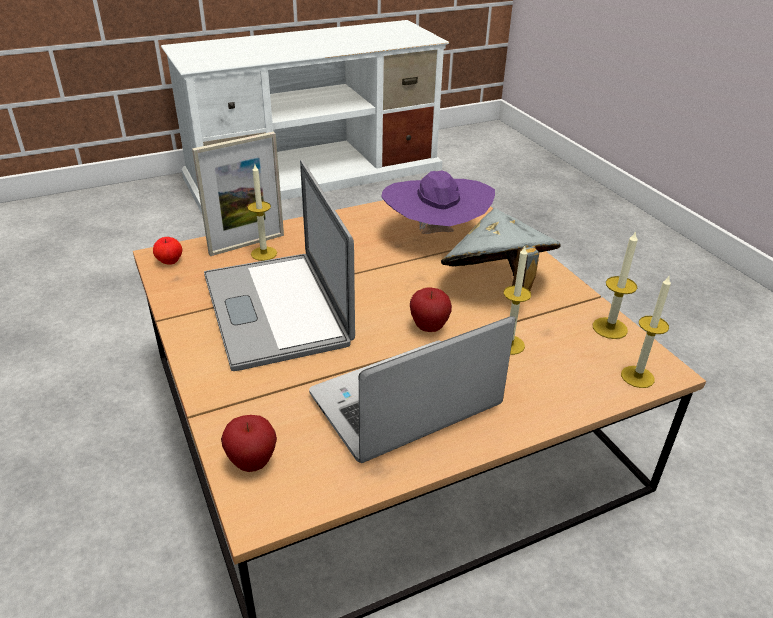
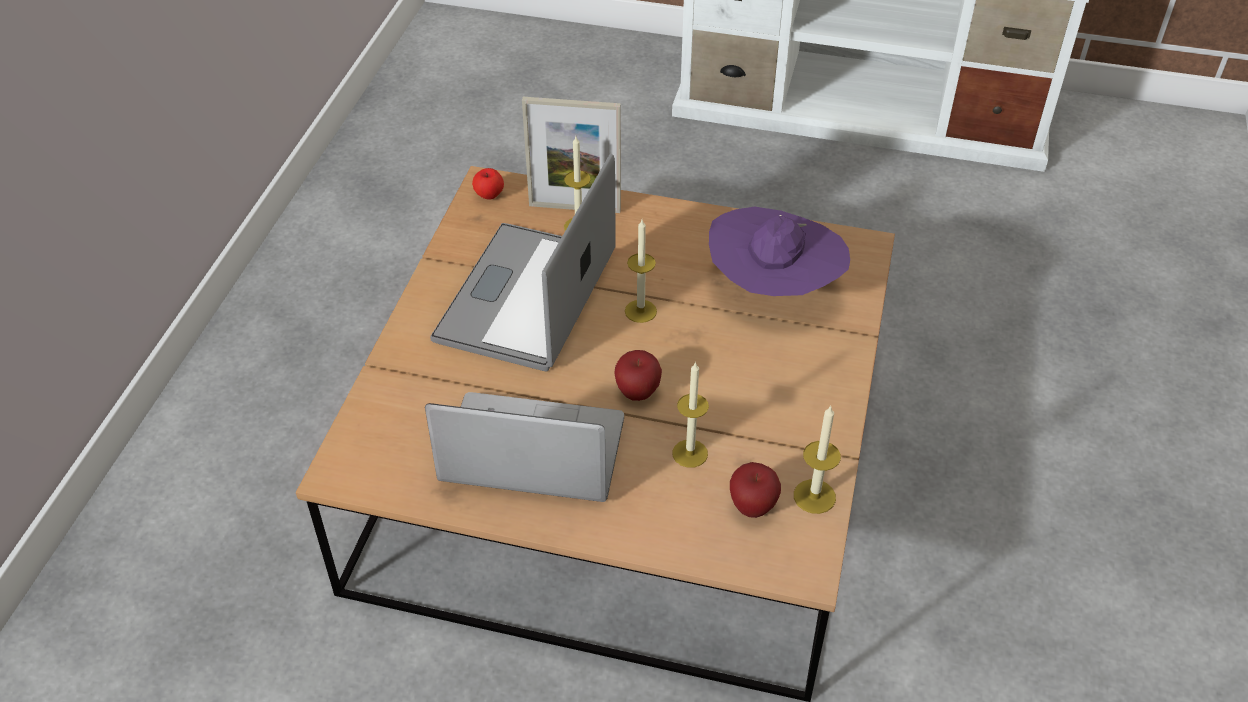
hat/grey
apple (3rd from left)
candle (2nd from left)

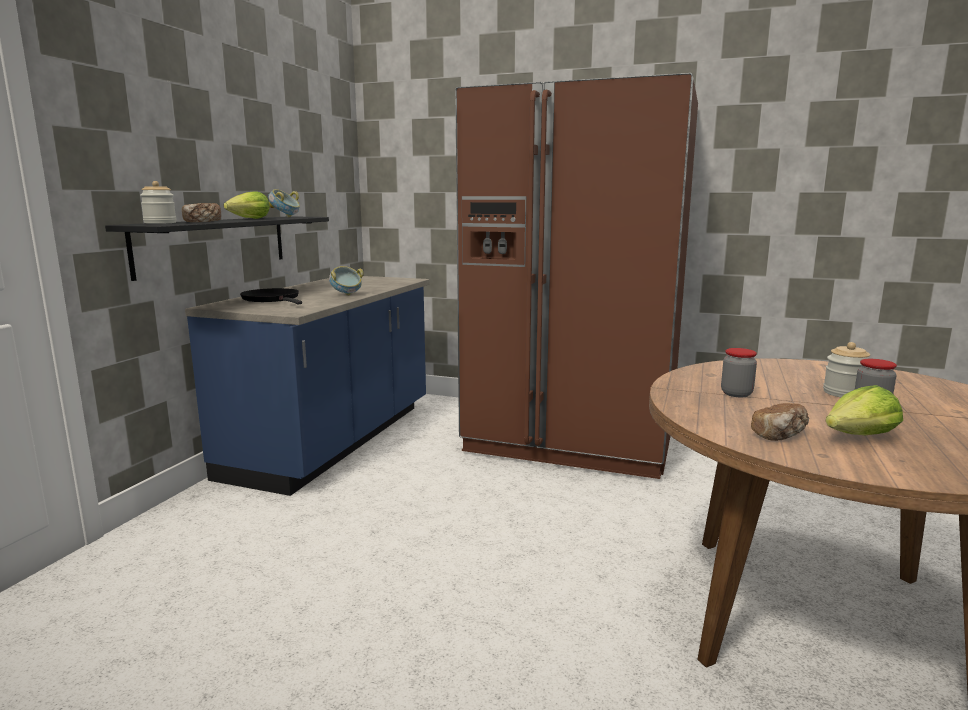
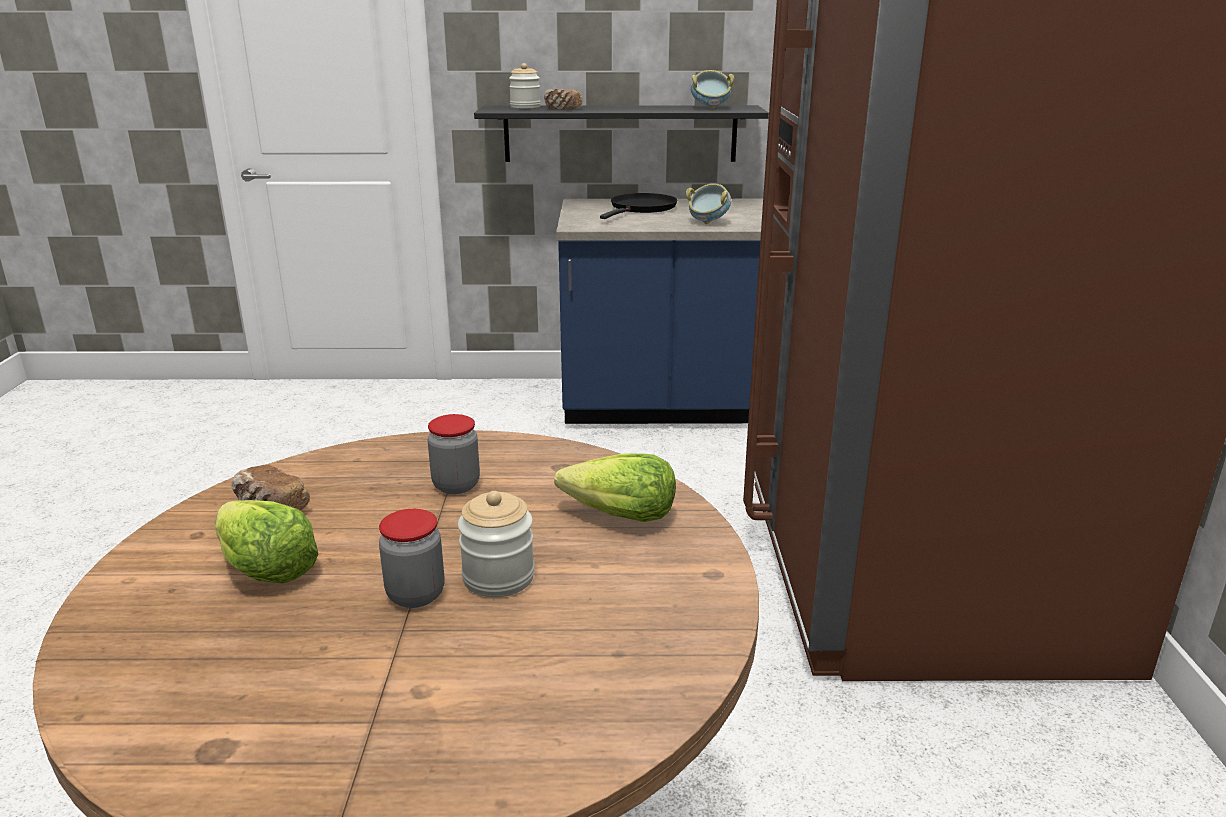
lettuce (2nd from left)

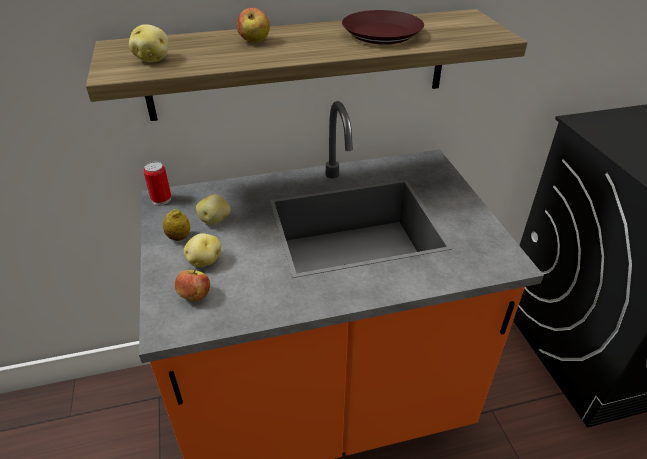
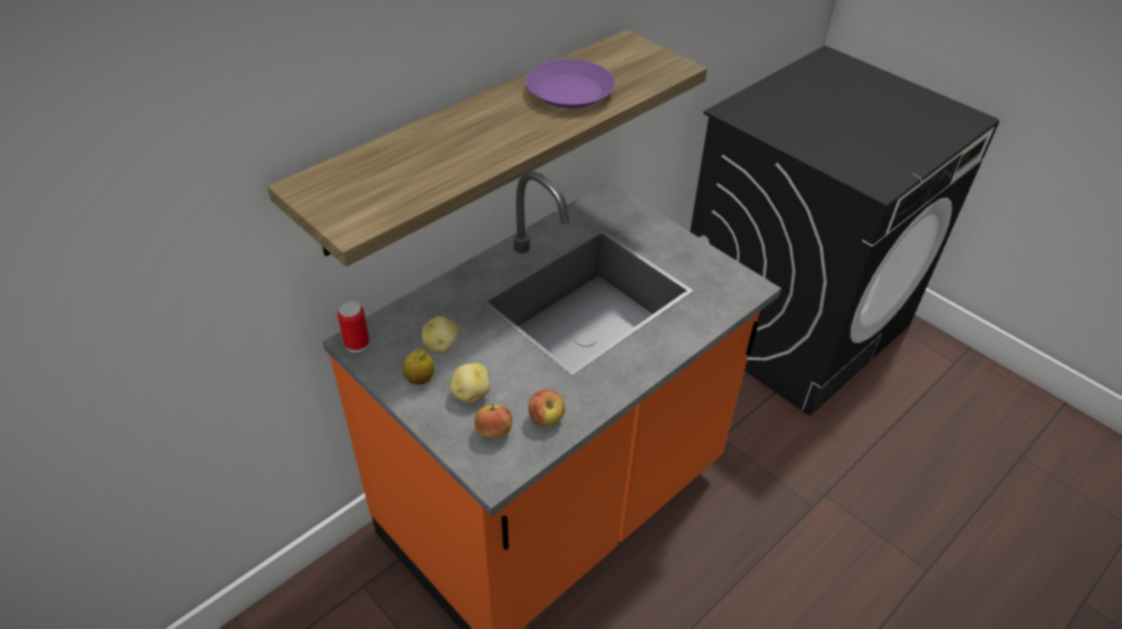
potato (1st from left in the first image)
apple (2nd from left)
plate/purple

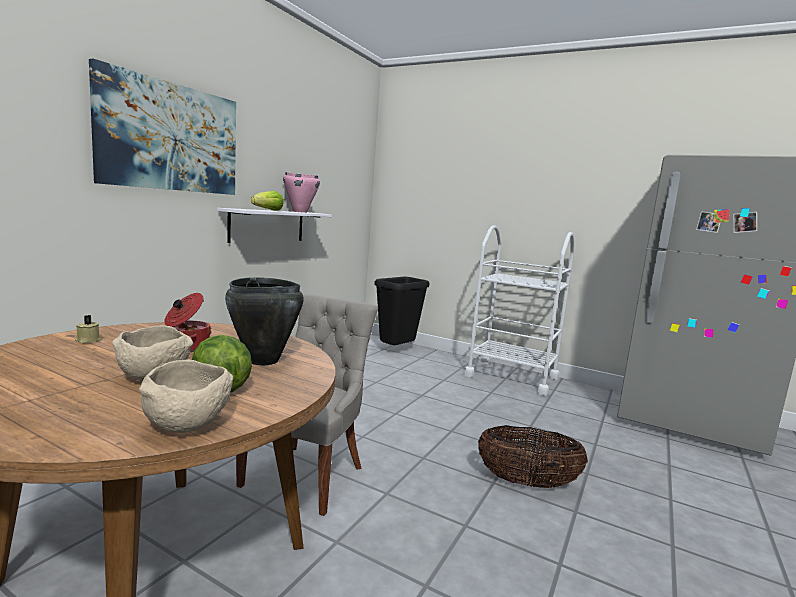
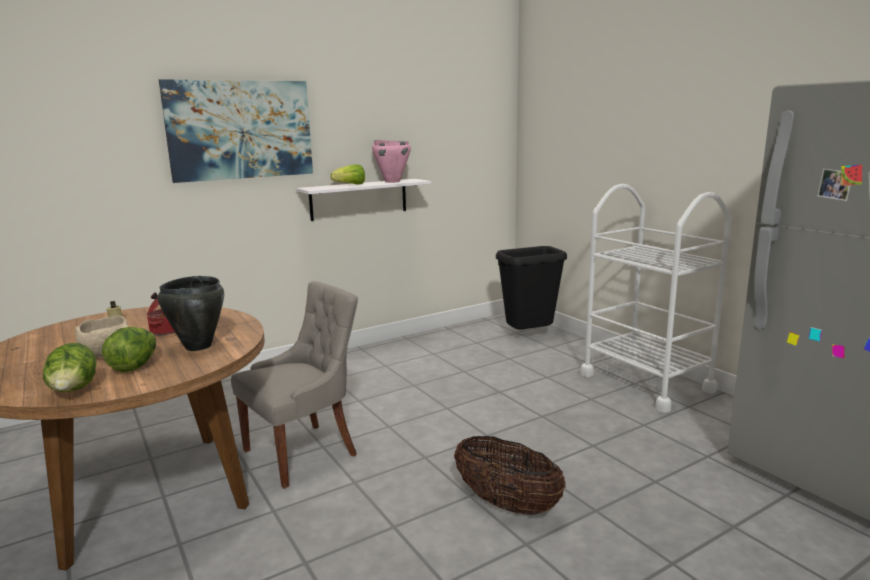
lettuce (1st from left)

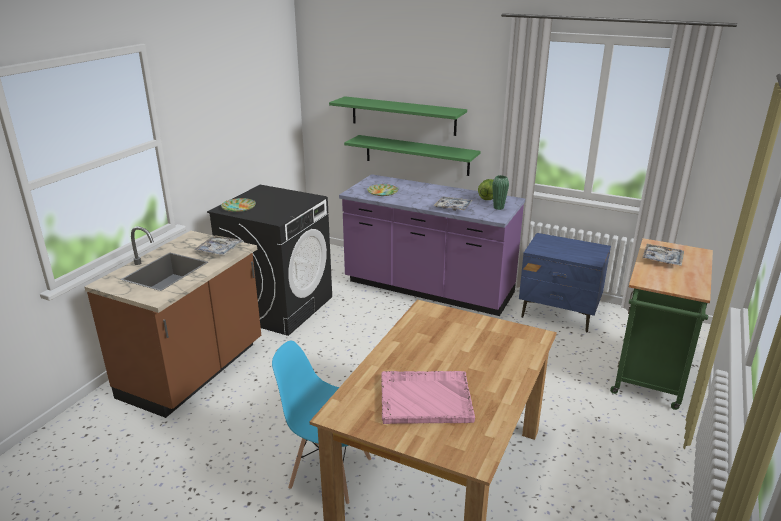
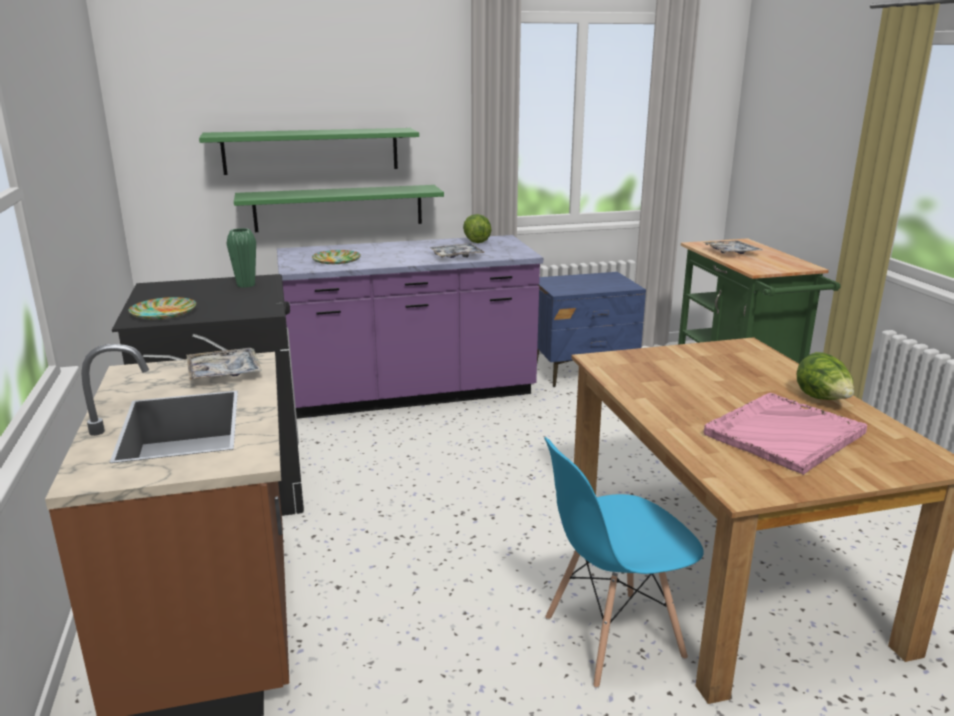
lettuce (2nd from left)
vase/green

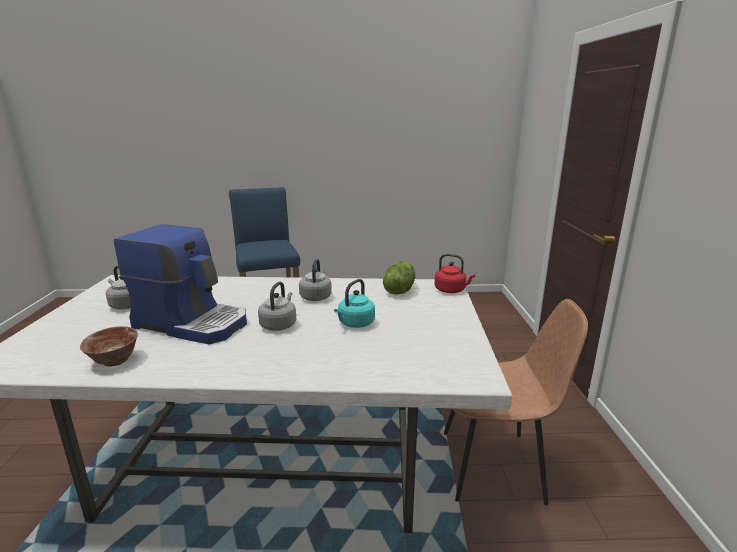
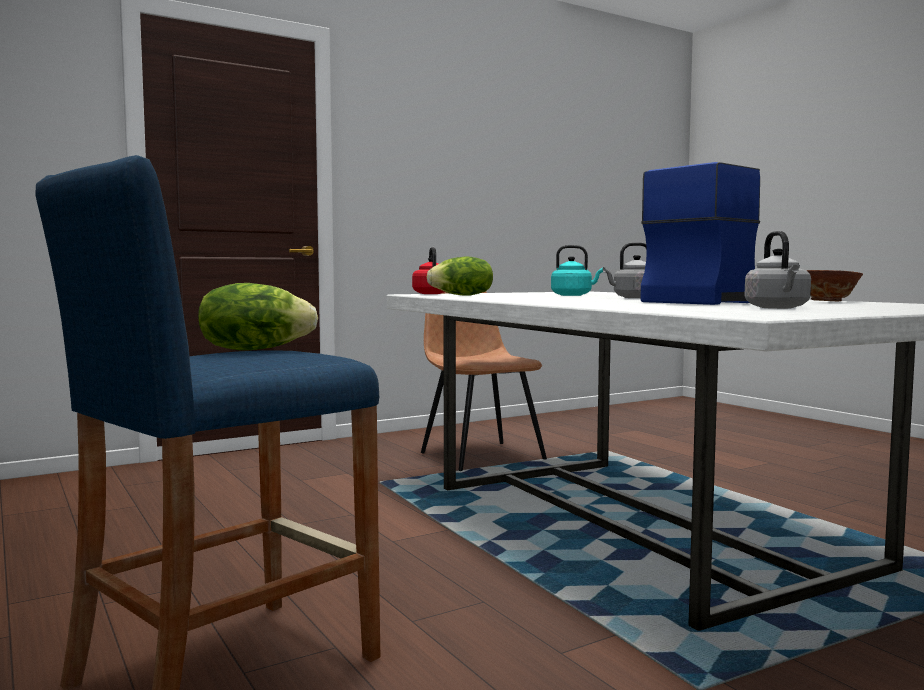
kettle/grey (3rd from left in the first image)
lettuce (1st from left)
coffee machine

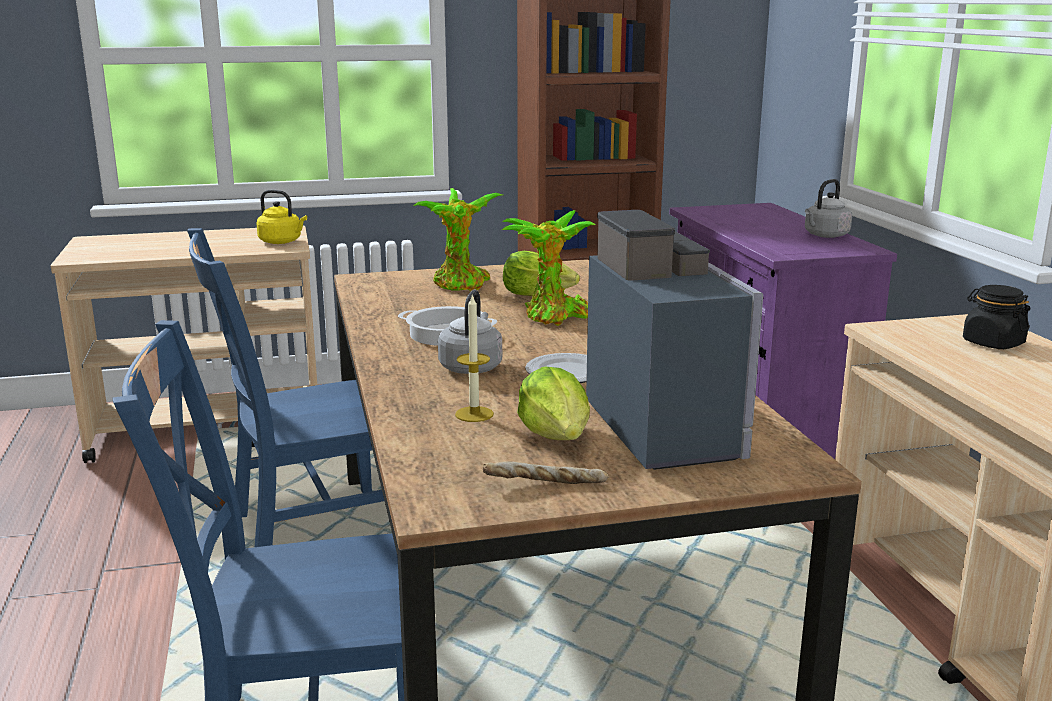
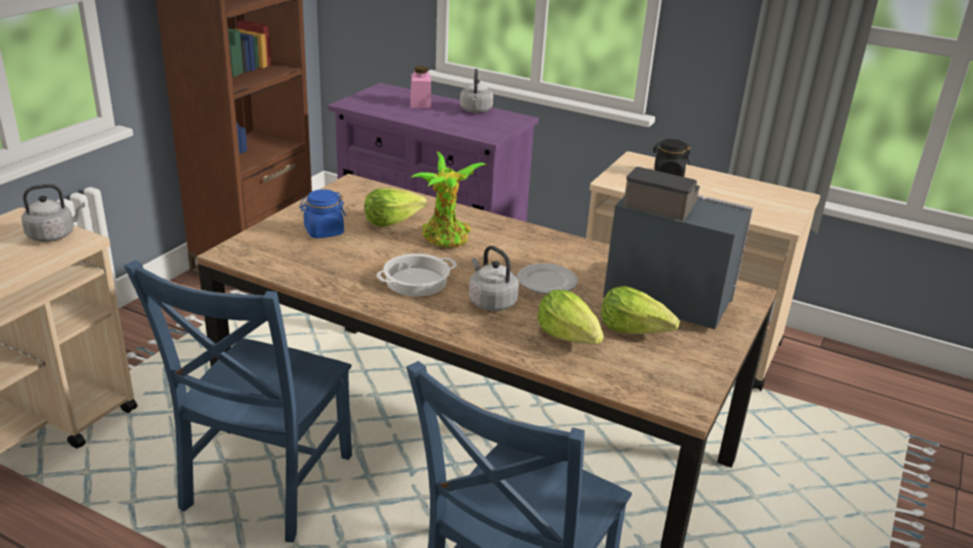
bread
jar/pink
jar/blue
lettuce (2nd from left)
kettle/grey (1st from left)

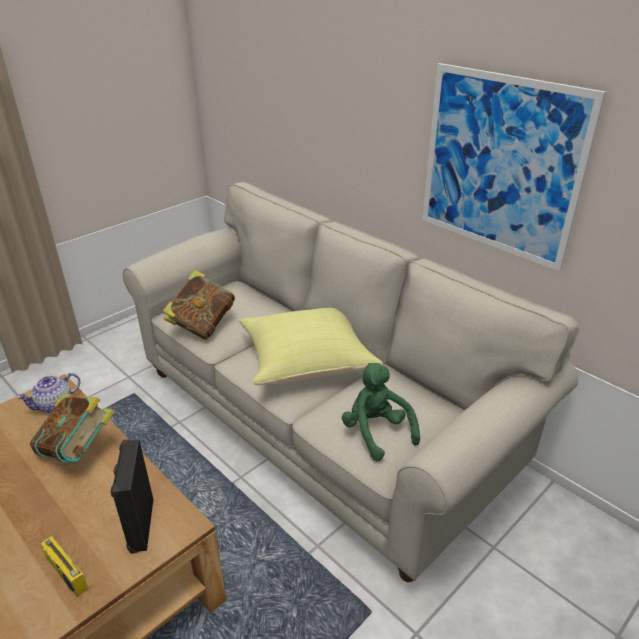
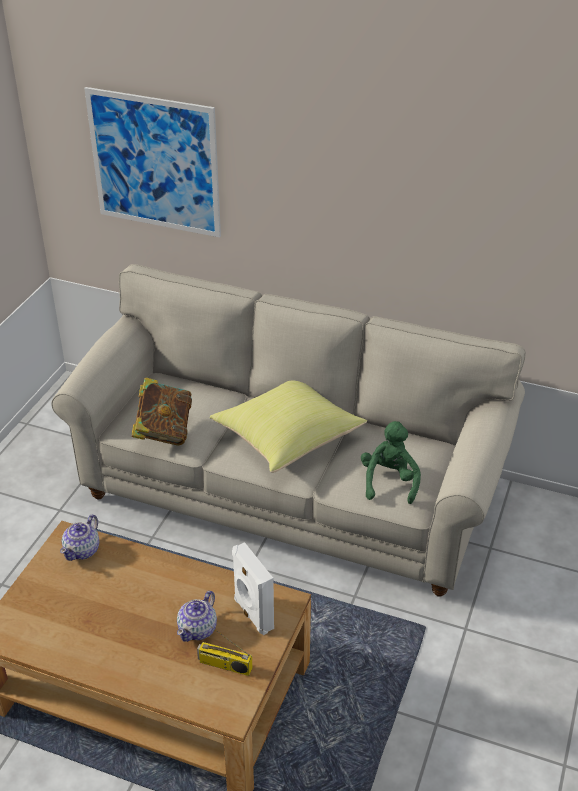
book (1st from left in the first image)
teapot (2nd from left)
picture
speaker/white
plush toy/green

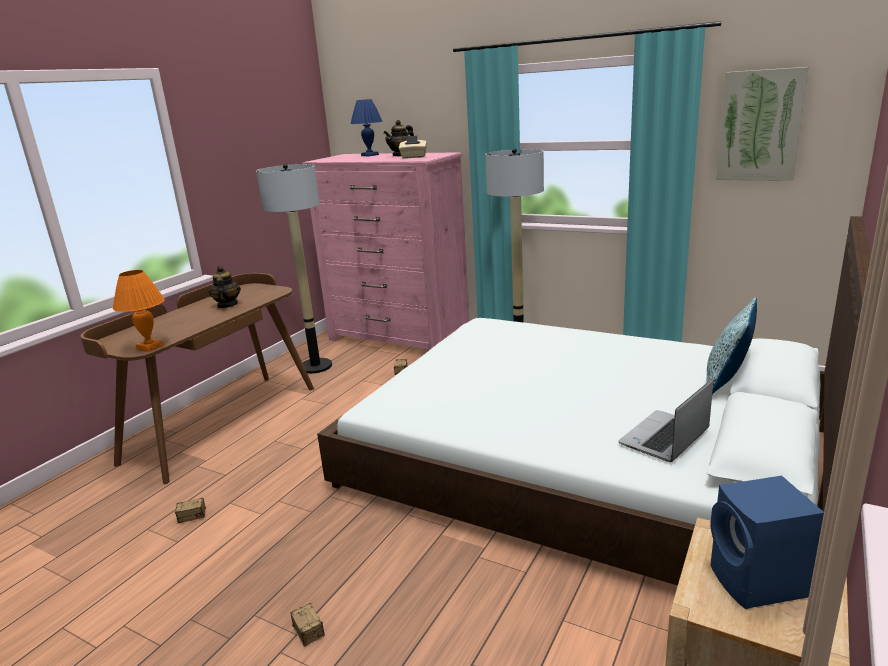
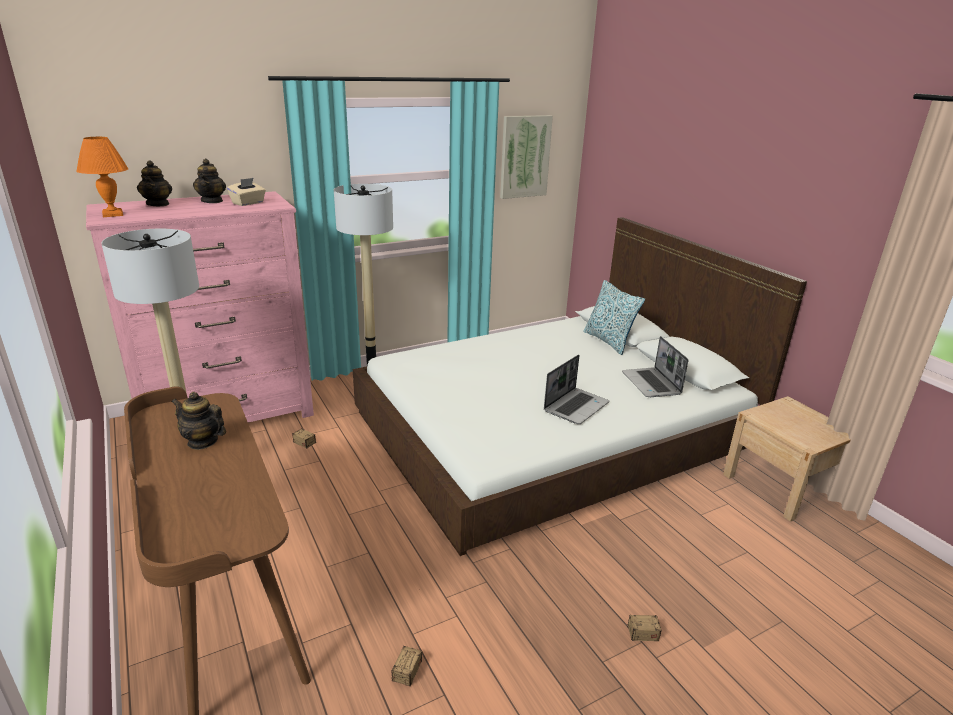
speaker/blue
laptop (1st from left)
table lamp/orange
teapot (1st from left)

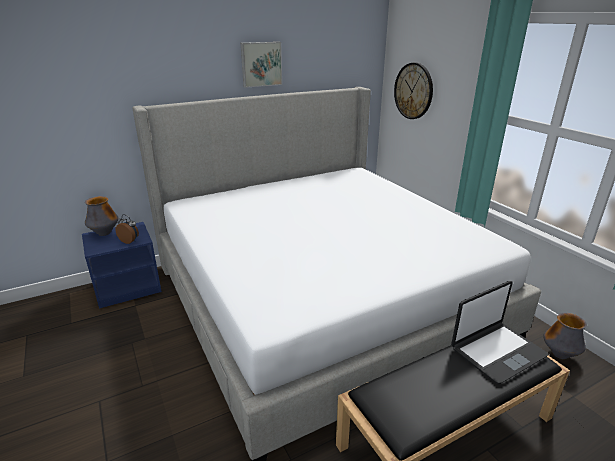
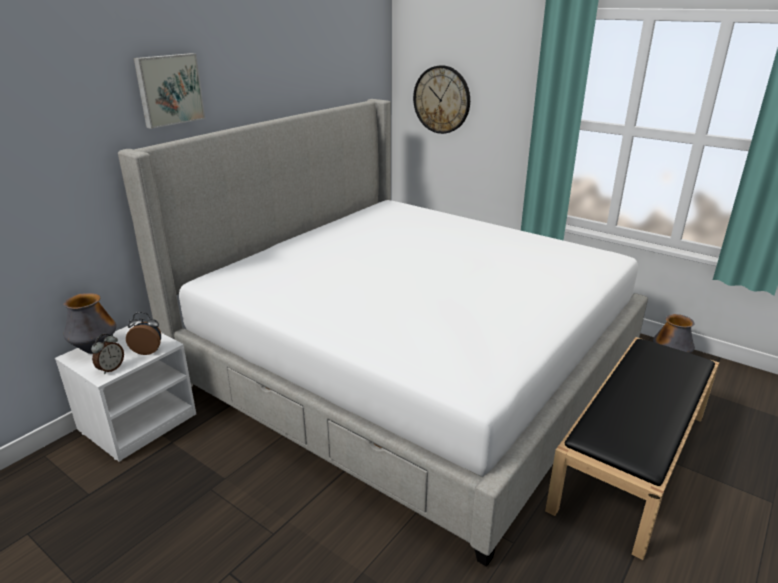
laptop
alarm clock (1st from left)
picture
nightstand/white

